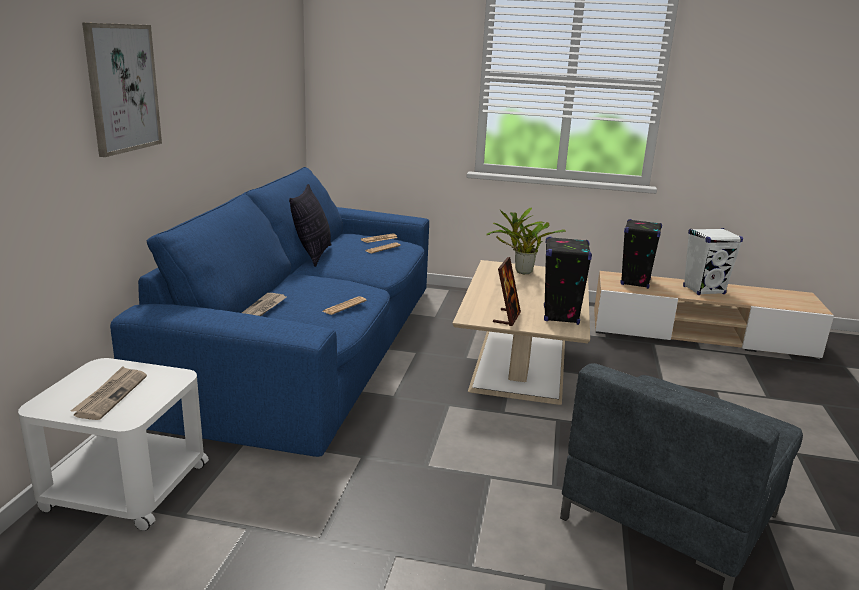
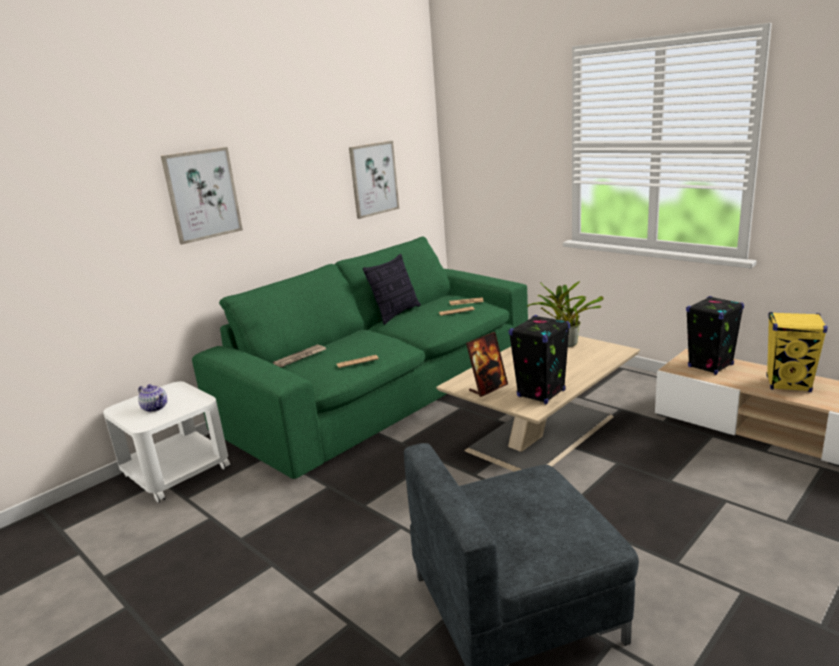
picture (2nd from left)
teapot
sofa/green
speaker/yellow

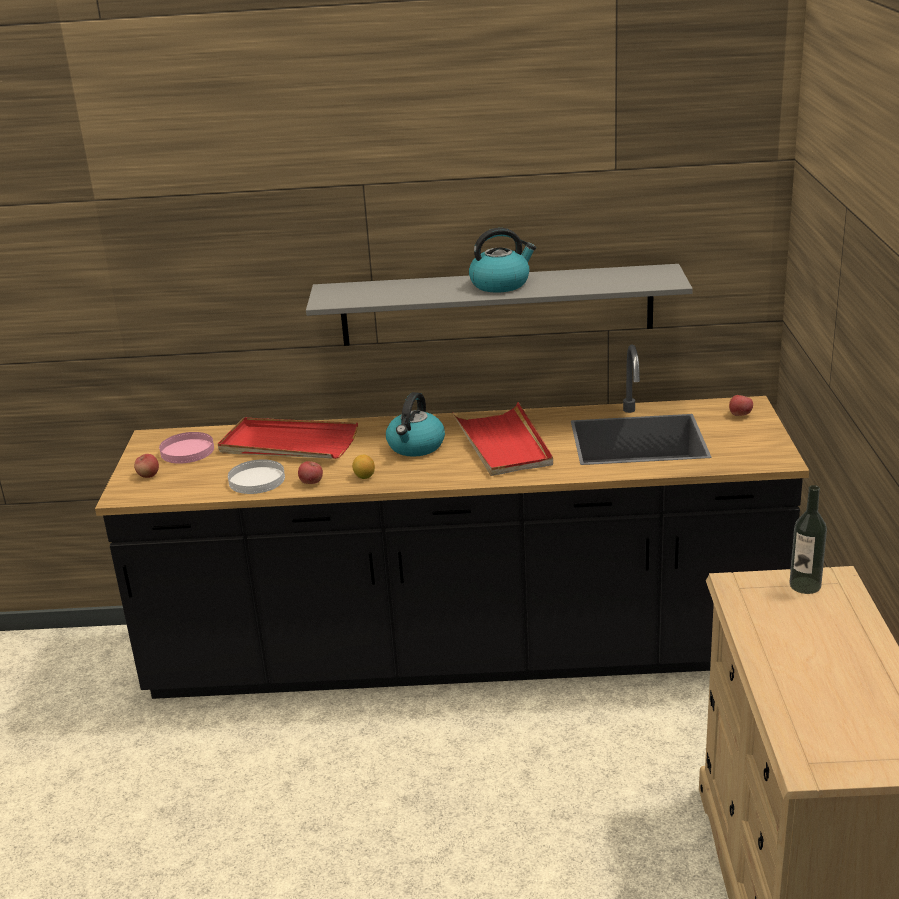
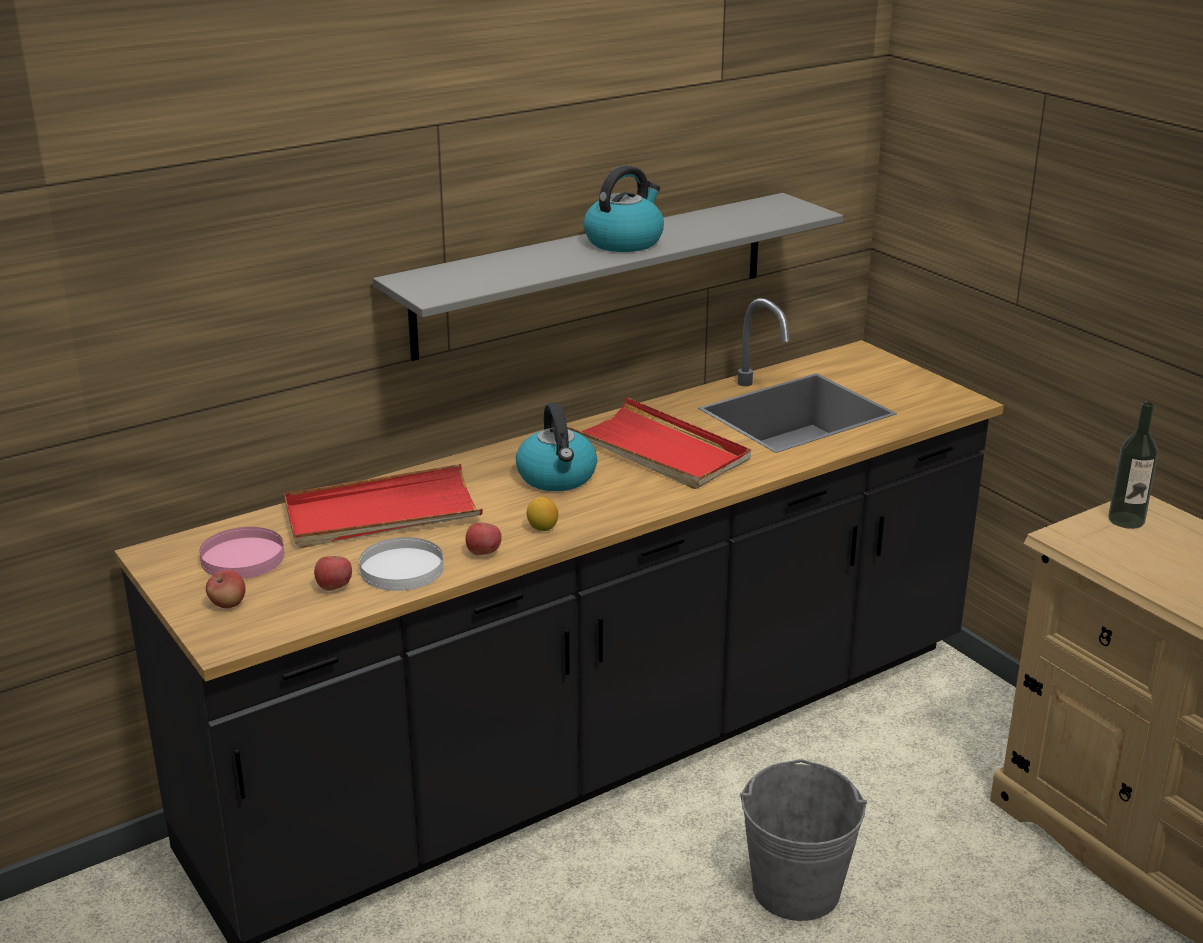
bucket/grey
apple (2nd from left)

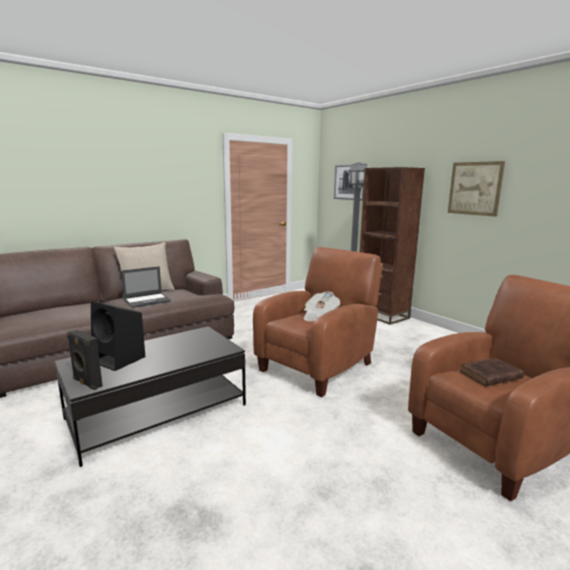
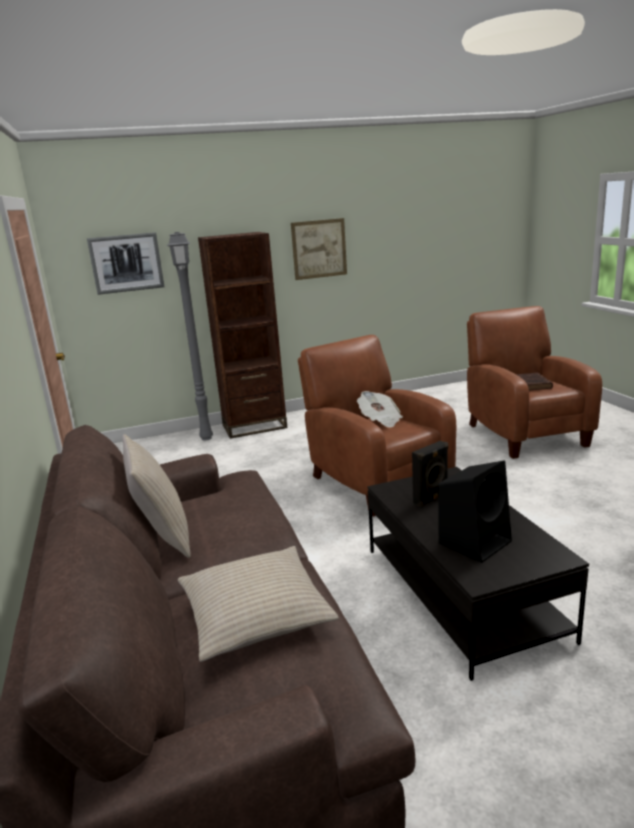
laptop
pillow/beige (2nd from left)
speaker/black (1st from left)

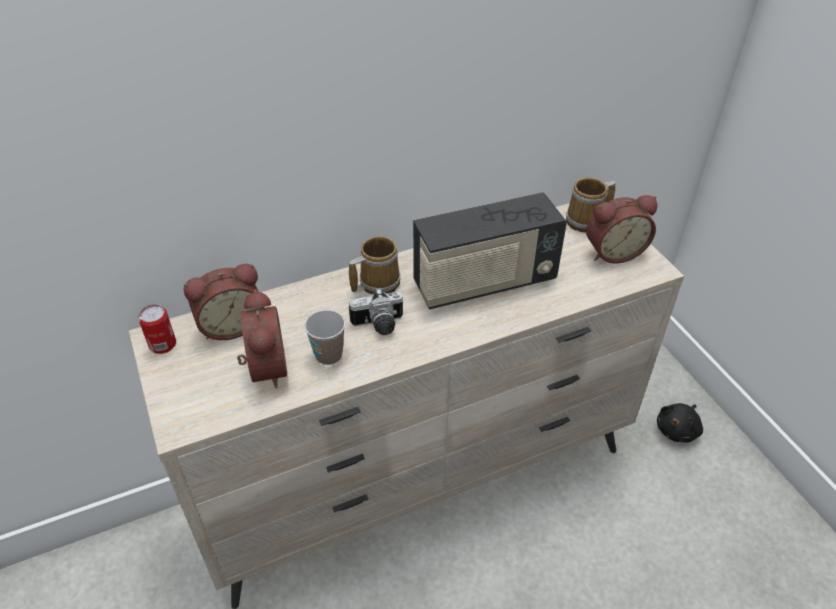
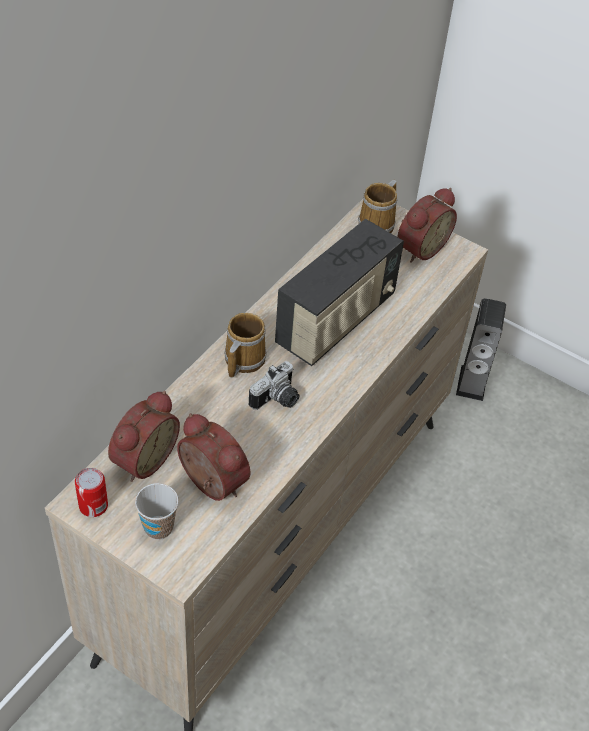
cup
speaker

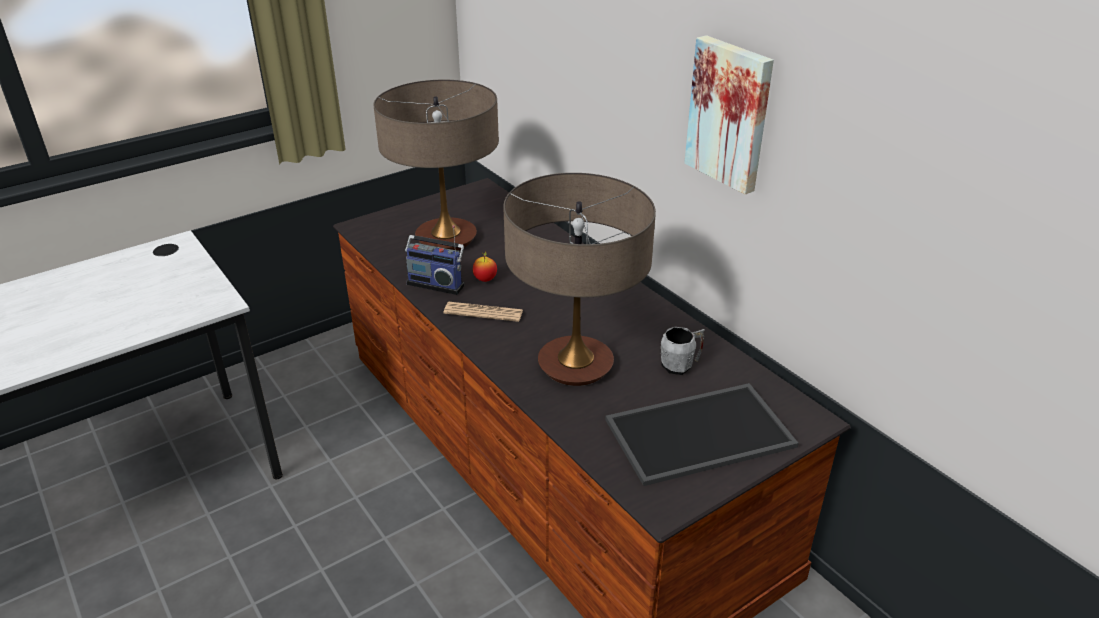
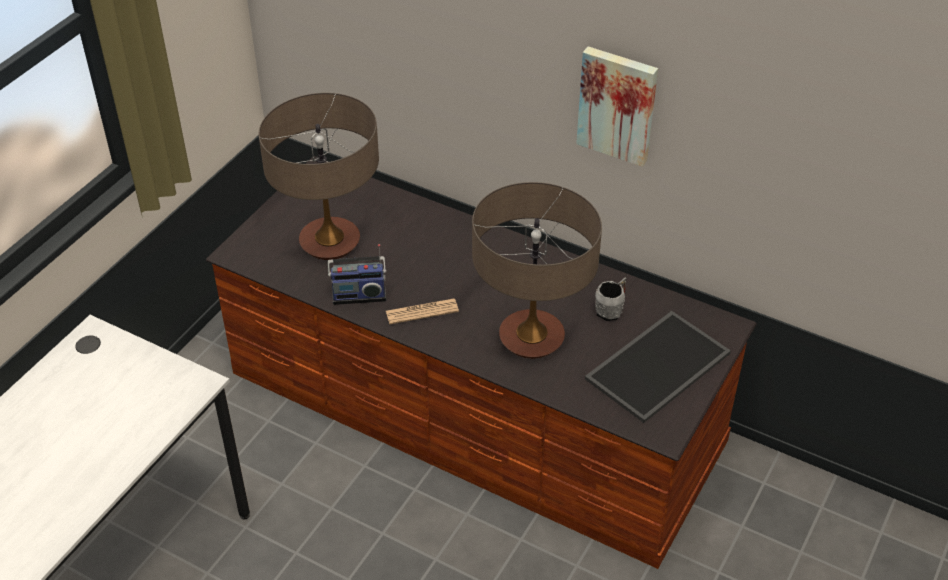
apple

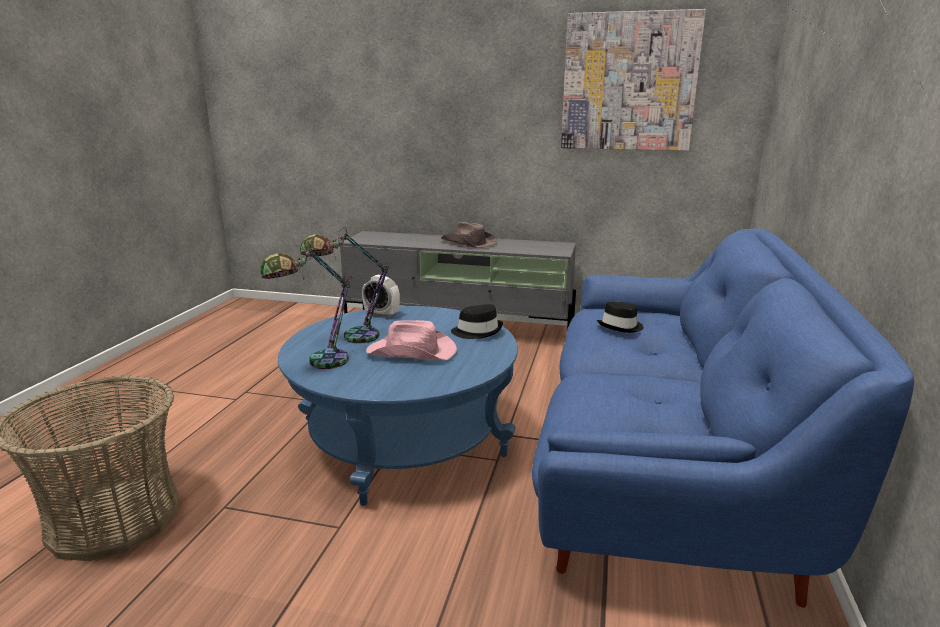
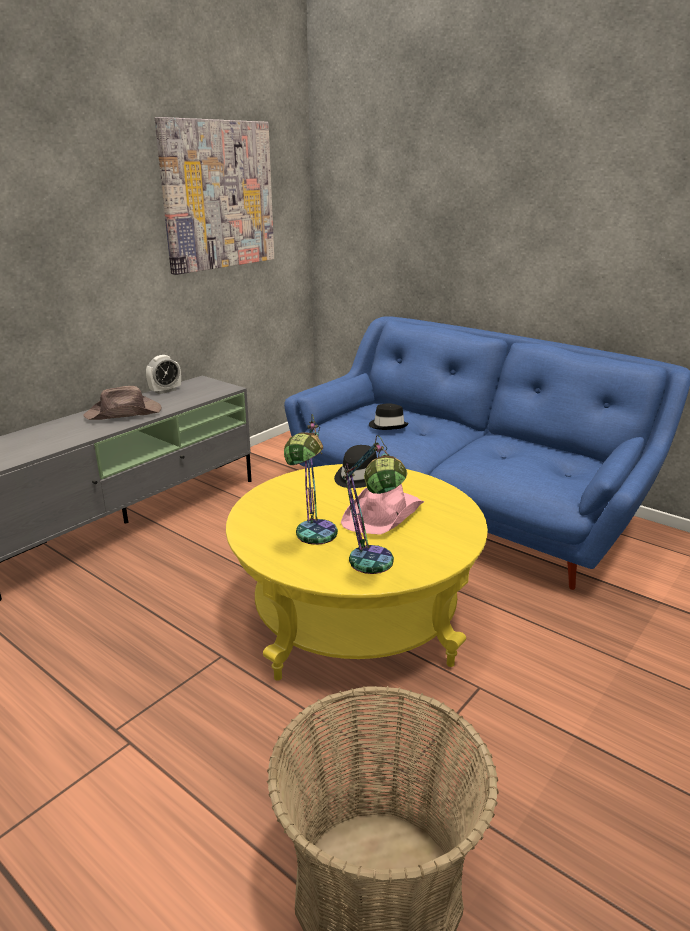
alarm clock
coffee table/yellow

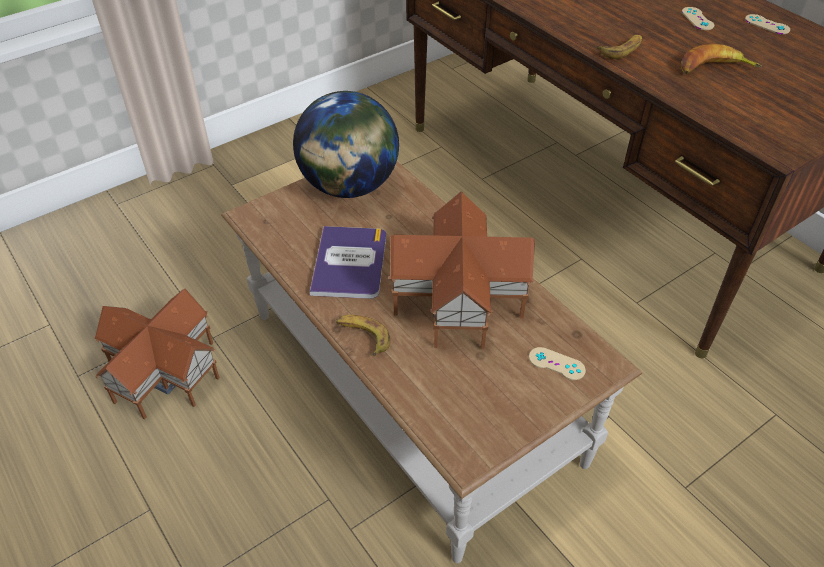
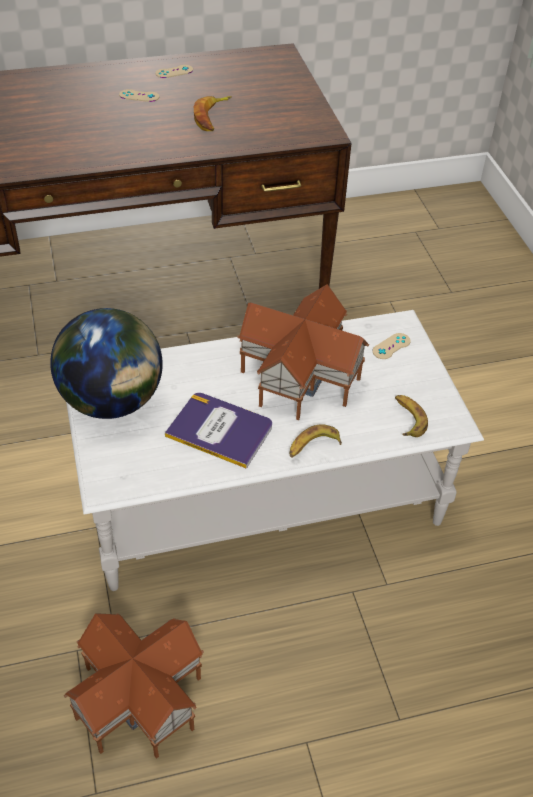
banana (3rd from left)
coffee table/white

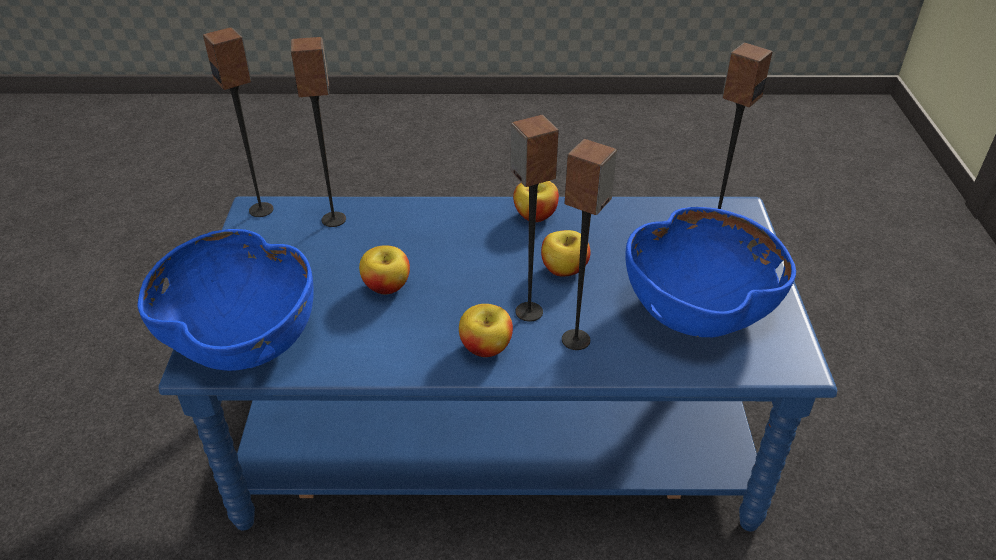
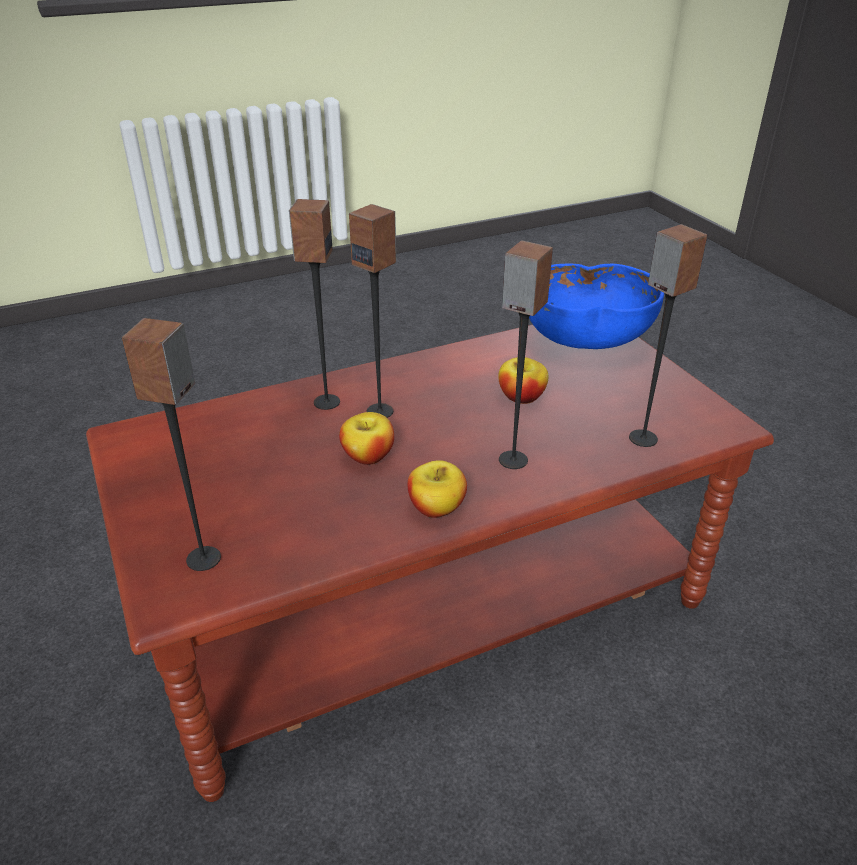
apple (2nd from left in the first image)
bowl/blue (2nd from left in the first image)
speaker (4th from left)
coffee table/brown

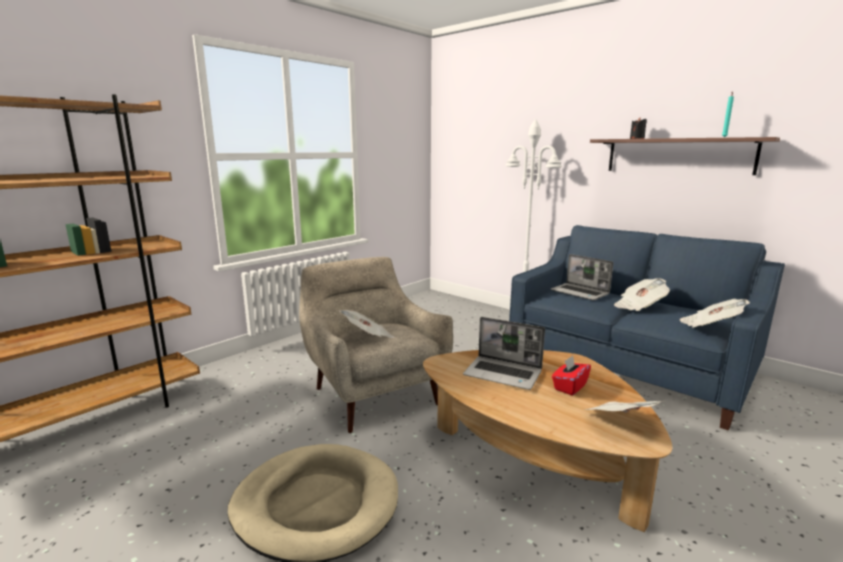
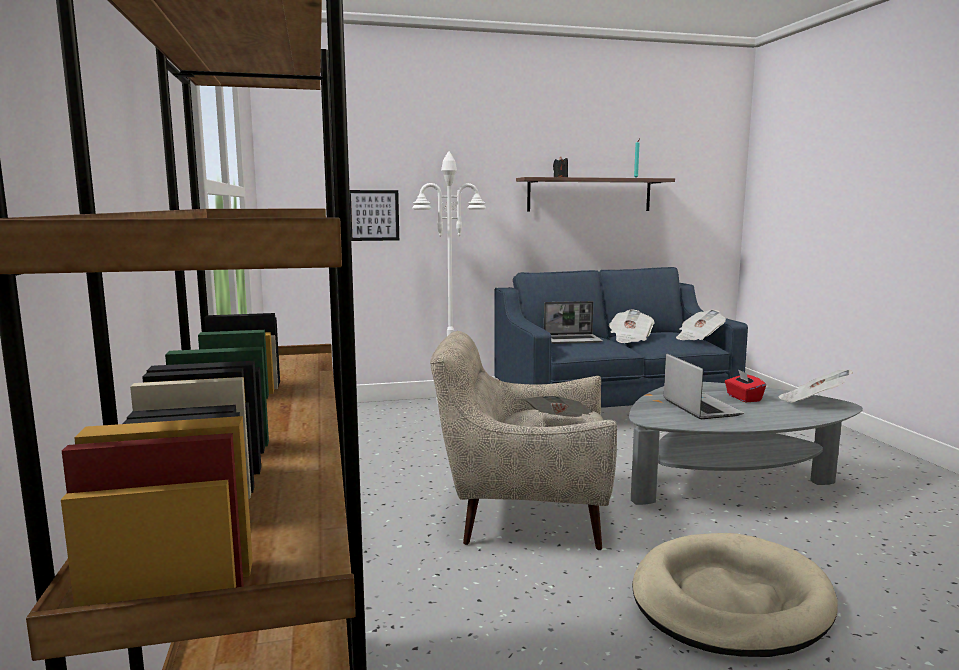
picture
coffee table/grey
laptop (2nd from left)

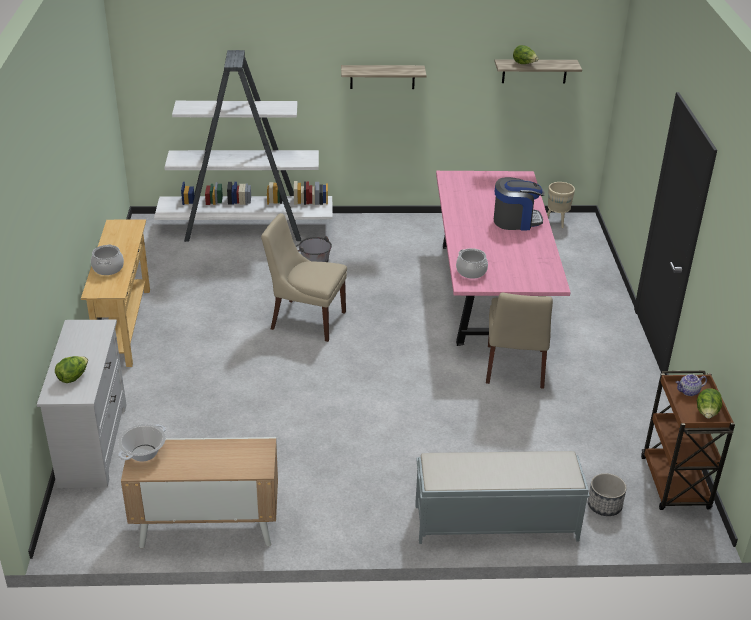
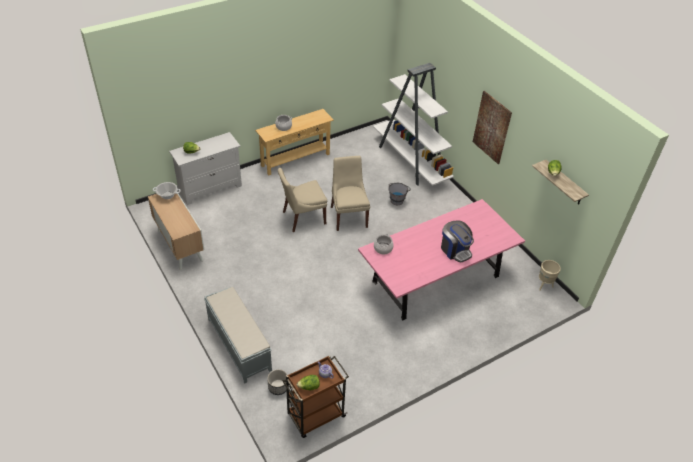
chair/beige (1st from left)
picture

